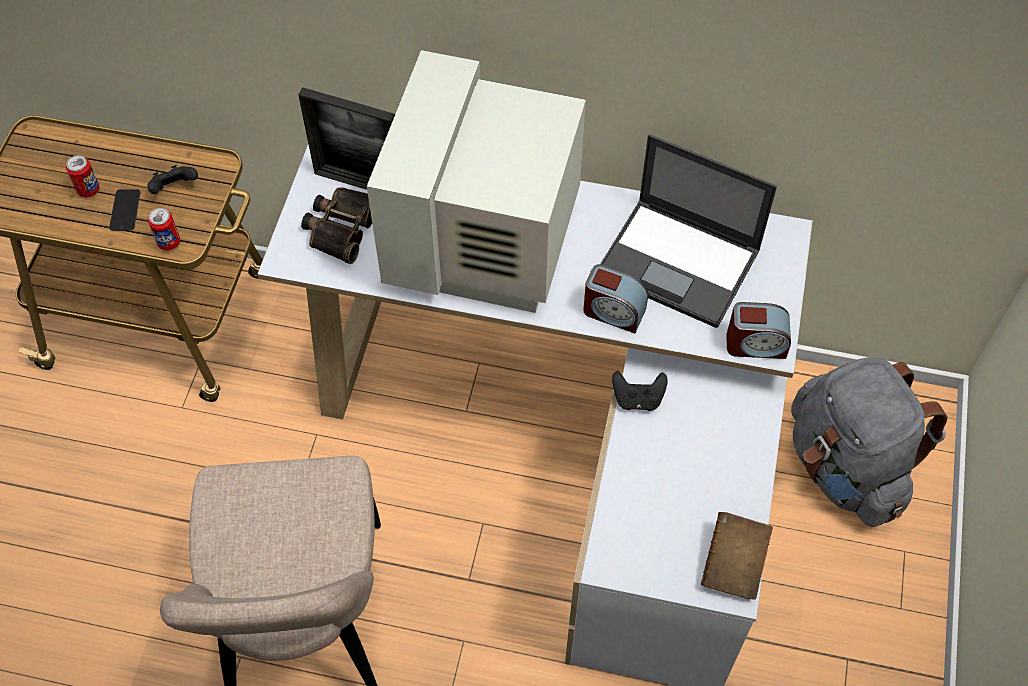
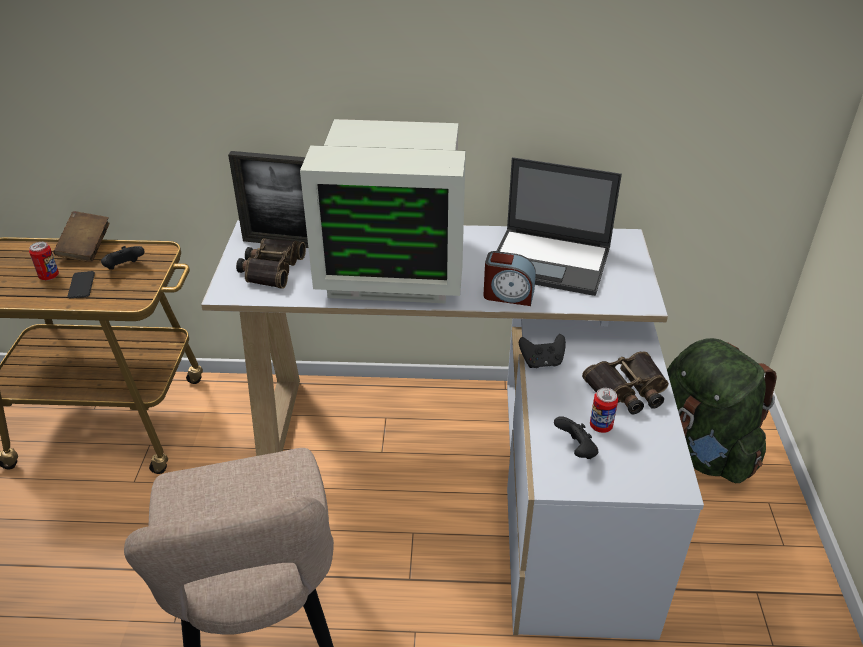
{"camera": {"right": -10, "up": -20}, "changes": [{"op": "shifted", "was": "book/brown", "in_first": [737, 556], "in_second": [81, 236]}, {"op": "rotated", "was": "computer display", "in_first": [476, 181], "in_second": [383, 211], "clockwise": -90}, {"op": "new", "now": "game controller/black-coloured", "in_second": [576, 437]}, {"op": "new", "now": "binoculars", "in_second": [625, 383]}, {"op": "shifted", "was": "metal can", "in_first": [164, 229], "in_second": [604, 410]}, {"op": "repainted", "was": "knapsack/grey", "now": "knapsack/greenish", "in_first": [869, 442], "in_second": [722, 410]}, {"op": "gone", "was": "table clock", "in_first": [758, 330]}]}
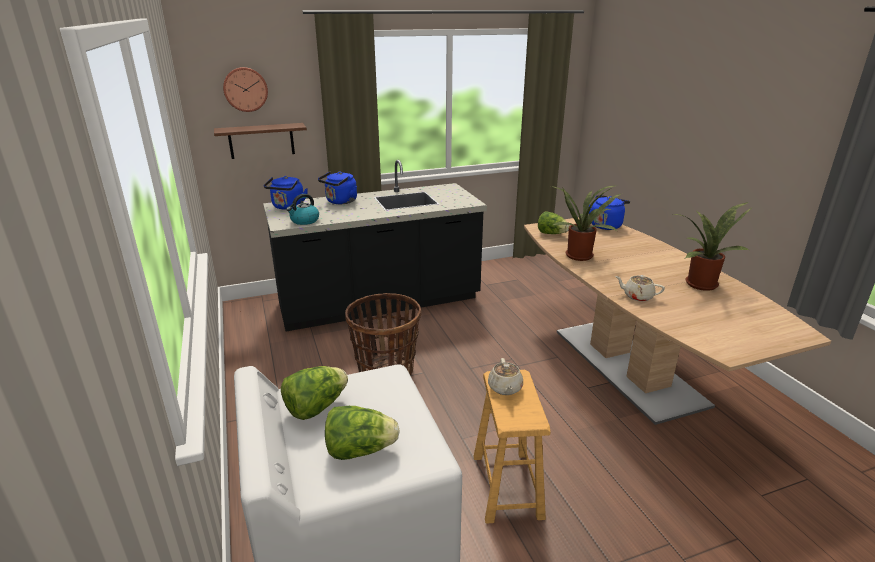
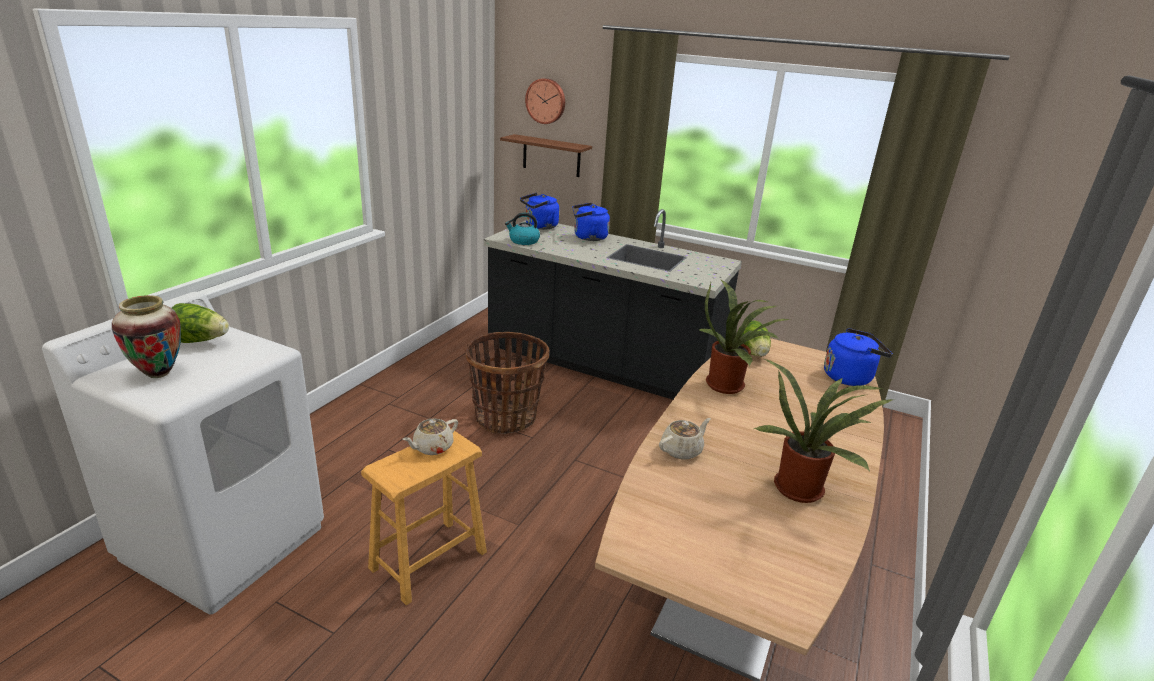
{"camera": {"right": 45, "up": 0}, "changes": [{"op": "swapped", "was": "lettuce", "now": "flower vase", "in_first": [362, 433], "in_second": [146, 336]}, {"op": "rotated", "was": "pot for tea/beige-coloured", "in_first": [640, 288], "in_second": [685, 438], "clockwise": 75}]}
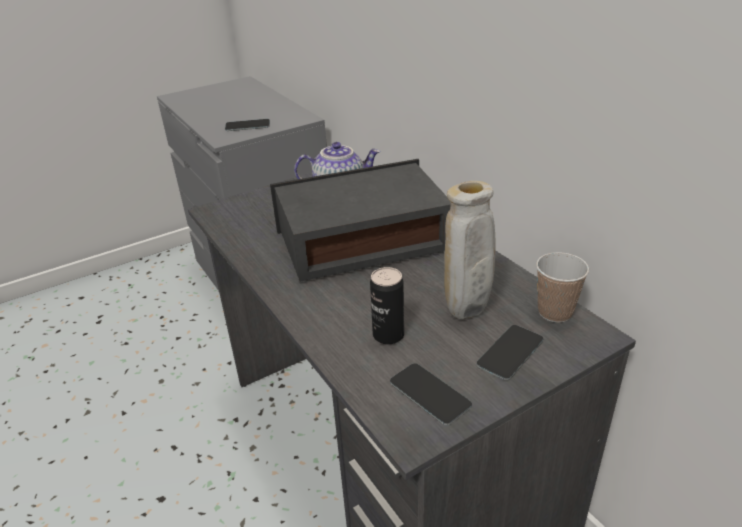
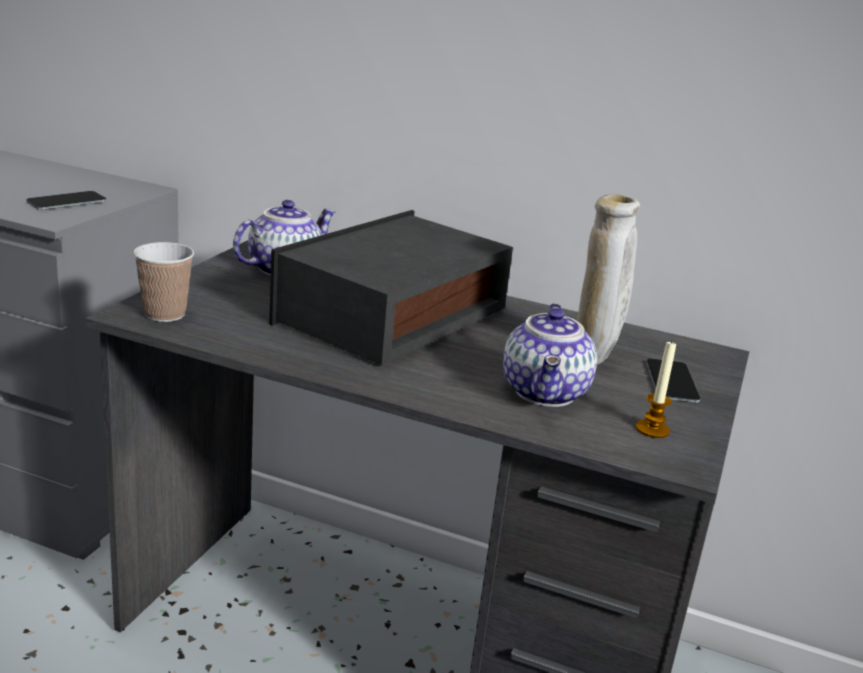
{"camera": {"right": -40, "up": -10}, "changes": [{"op": "shifted", "was": "drinking cup", "in_first": [562, 287], "in_second": [163, 282]}, {"op": "swapped", "was": "metal can", "now": "pot for tea", "in_first": [387, 306], "in_second": [550, 355]}, {"op": "swapped", "was": "phone", "now": "candle", "in_first": [431, 394], "in_second": [656, 389]}]}
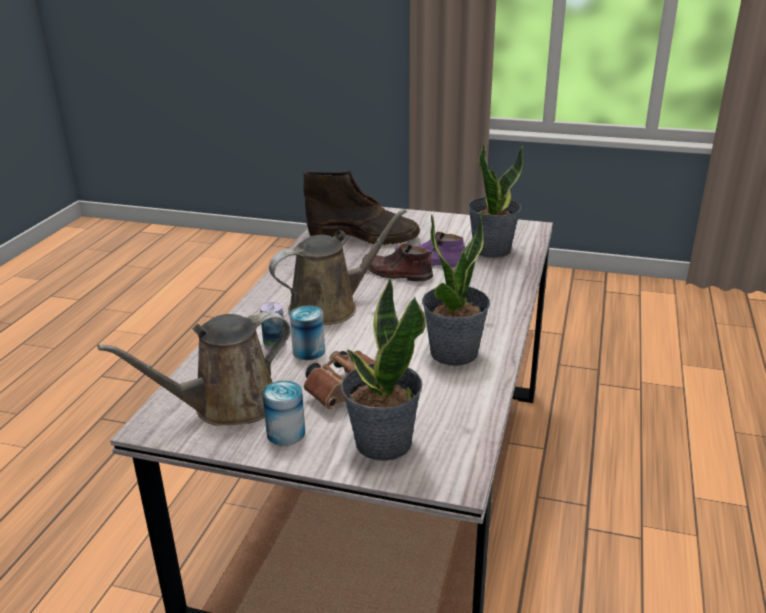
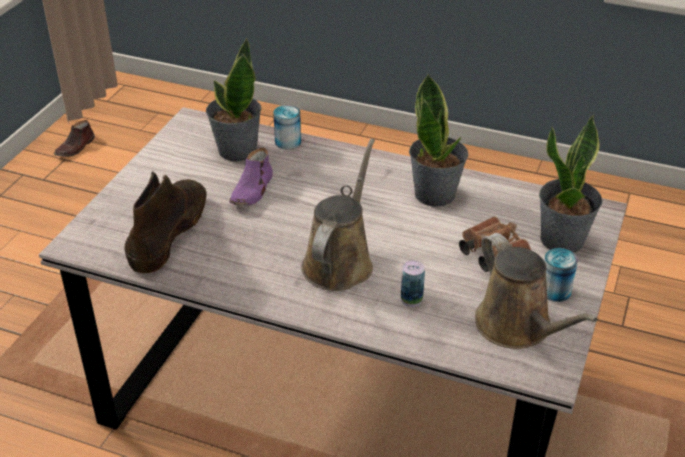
{"camera": {"right": -85, "up": 10}, "changes": [{"op": "shifted", "was": "item of footwear/brown", "in_first": [397, 262], "in_second": [74, 138]}, {"op": "shifted", "was": "metal can", "in_first": [307, 333], "in_second": [287, 127]}, {"op": "rotated", "was": "watering can/brown", "in_first": [338, 267], "in_second": [338, 215], "clockwise": 45}]}
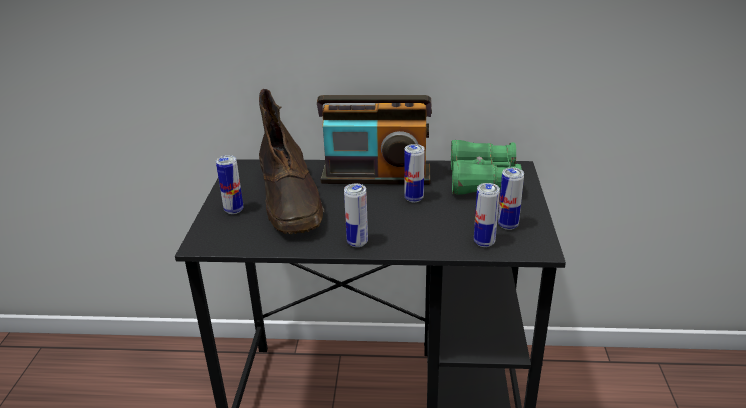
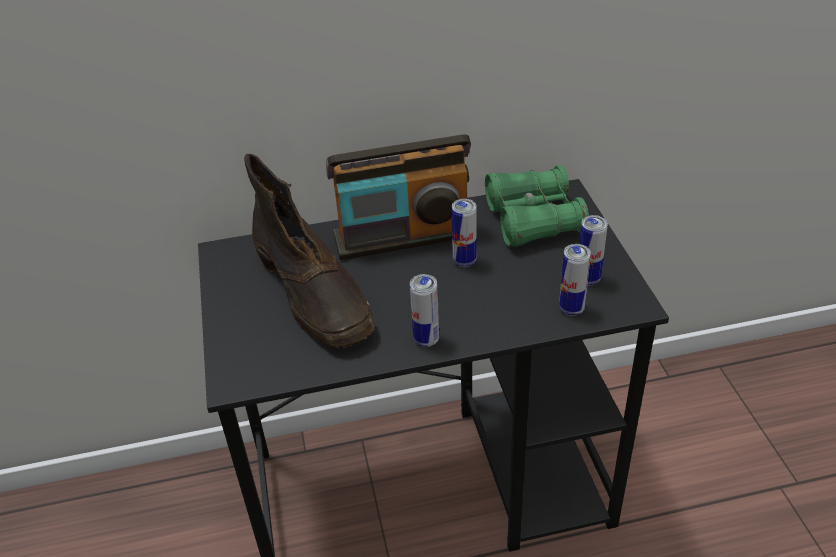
{"camera": {"right": -15, "up": 10}, "changes": [{"op": "gone", "was": "metal can", "in_first": [229, 184]}]}
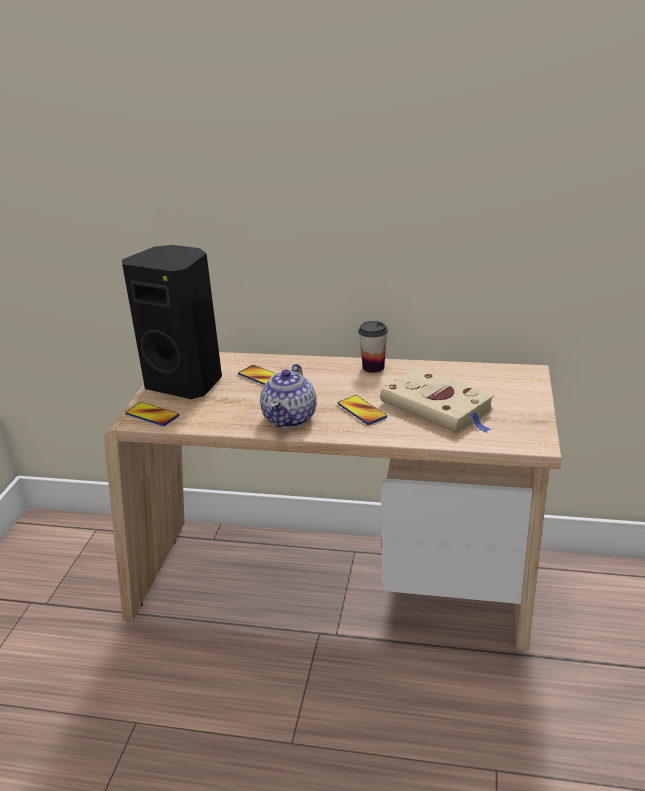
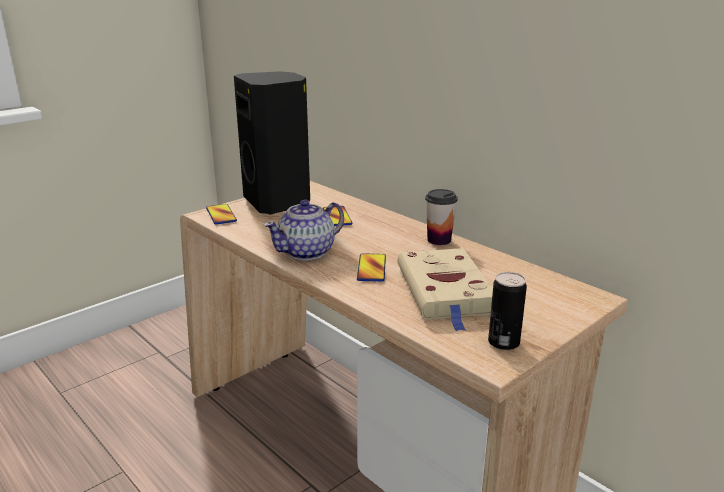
{"camera": {"right": 35, "up": -5}, "changes": [{"op": "new", "now": "metal can", "in_second": [507, 311]}]}
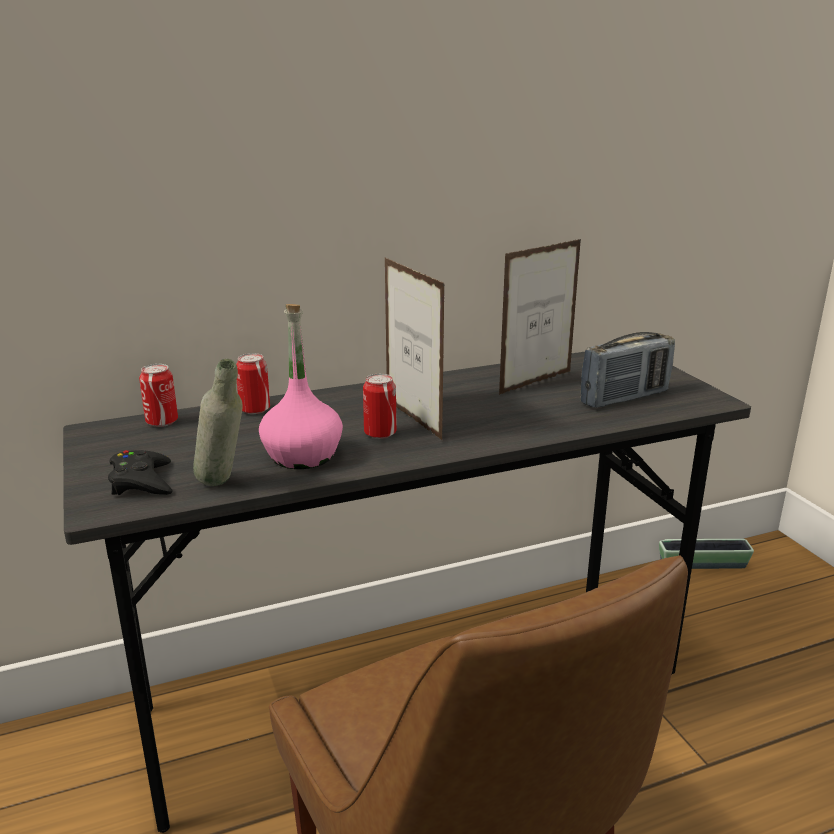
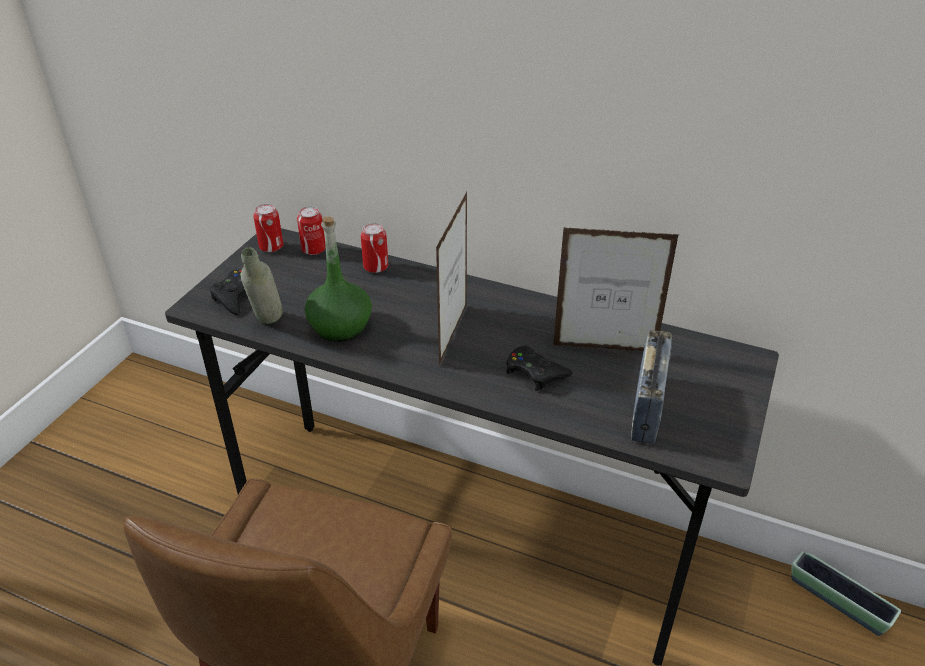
{"camera": {"right": 45, "up": 15}, "changes": [{"op": "shifted", "was": "metal can", "in_first": [380, 406], "in_second": [268, 228]}, {"op": "repainted", "was": "bottle/pinkish", "now": "bottle/greenish", "in_first": [301, 386], "in_second": [338, 279]}, {"op": "new", "now": "game controller/black-coloured", "in_second": [539, 368]}, {"op": "rotated", "was": "radio receiver", "in_first": [628, 370], "in_second": [651, 387], "clockwise": -90}]}
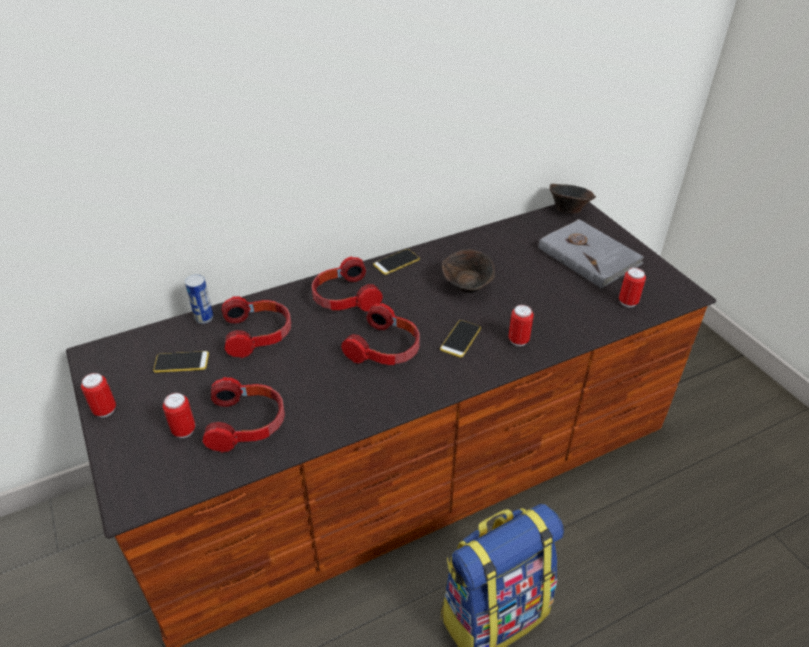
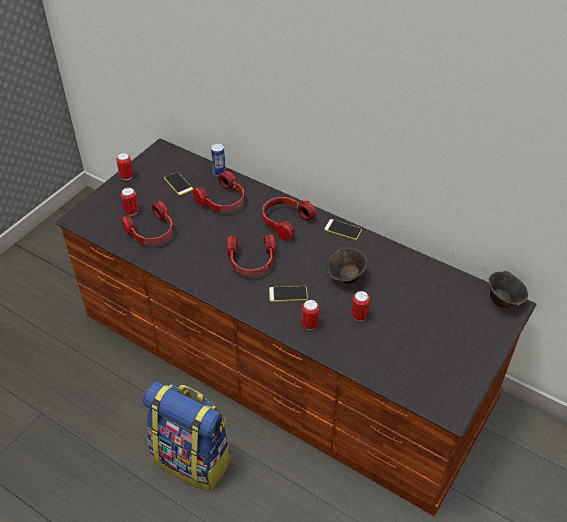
{"camera": {"right": 60, "up": 5}, "changes": [{"op": "shifted", "was": "metal can", "in_first": [632, 287], "in_second": [360, 306]}, {"op": "gone", "was": "book/grey", "in_first": [591, 253]}]}
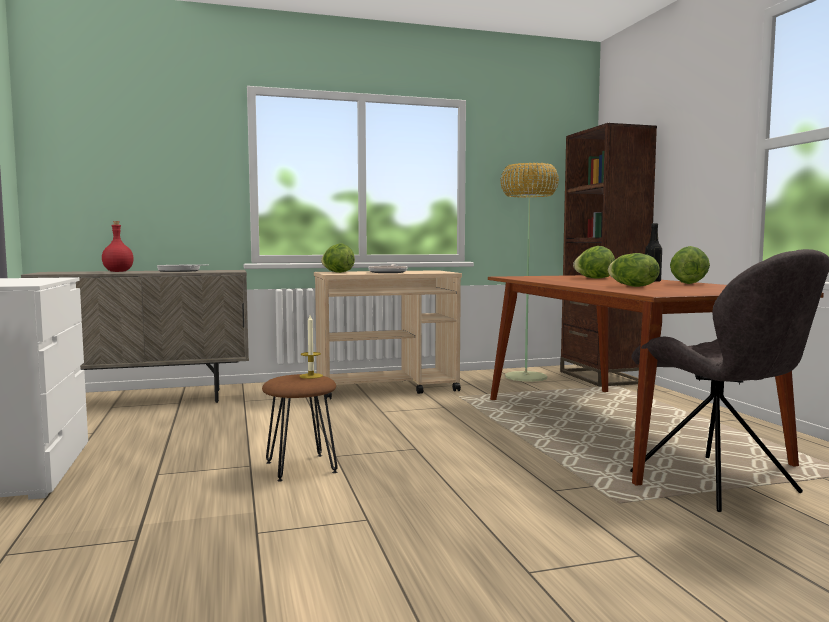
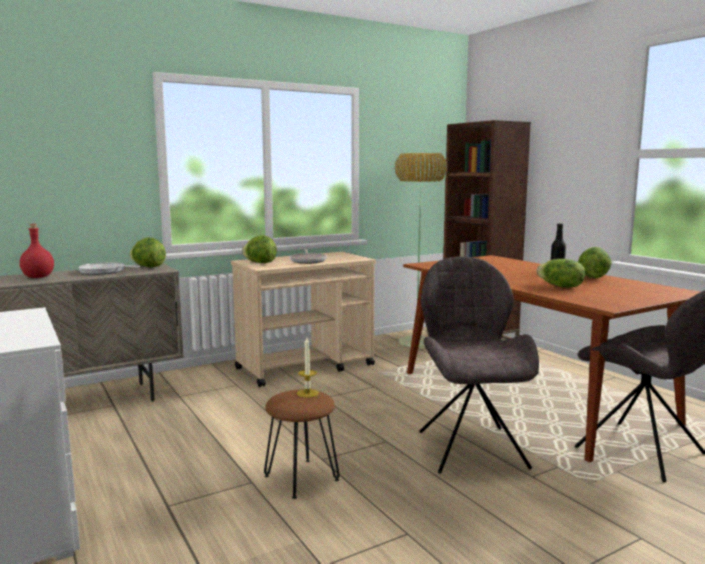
{"camera": {"right": -15, "up": 5}, "changes": [{"op": "shifted", "was": "lettuce", "in_first": [594, 262], "in_second": [147, 252]}, {"op": "new", "now": "upright chair/grey", "in_second": [479, 365]}]}
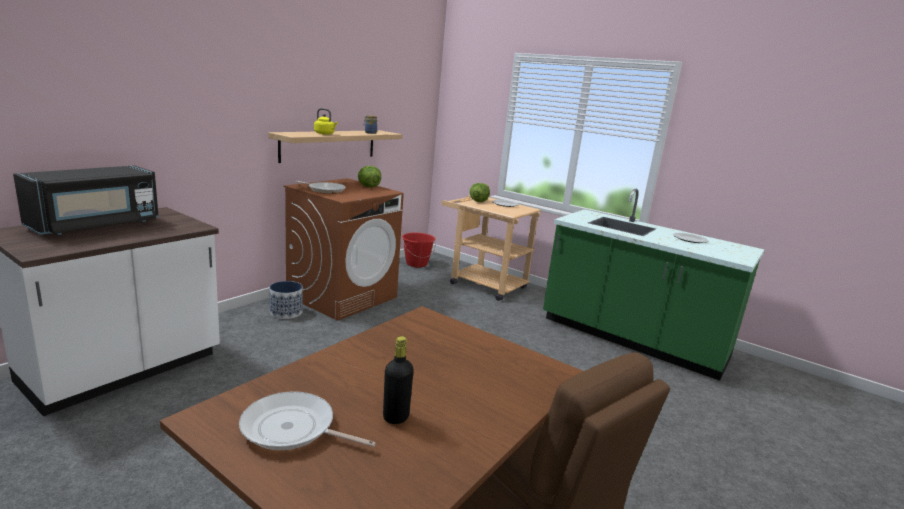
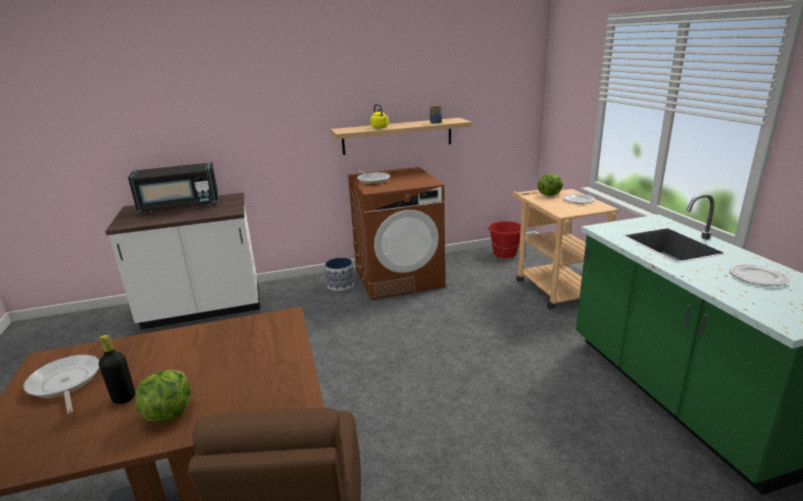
{"camera": {"right": 40, "up": 5}, "changes": [{"op": "shifted", "was": "lettuce", "in_first": [369, 177], "in_second": [162, 396]}]}
